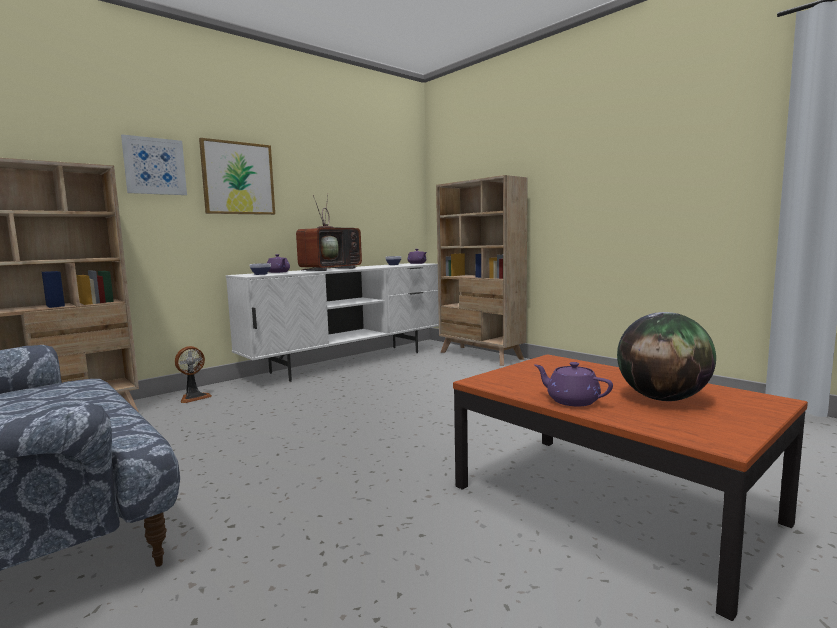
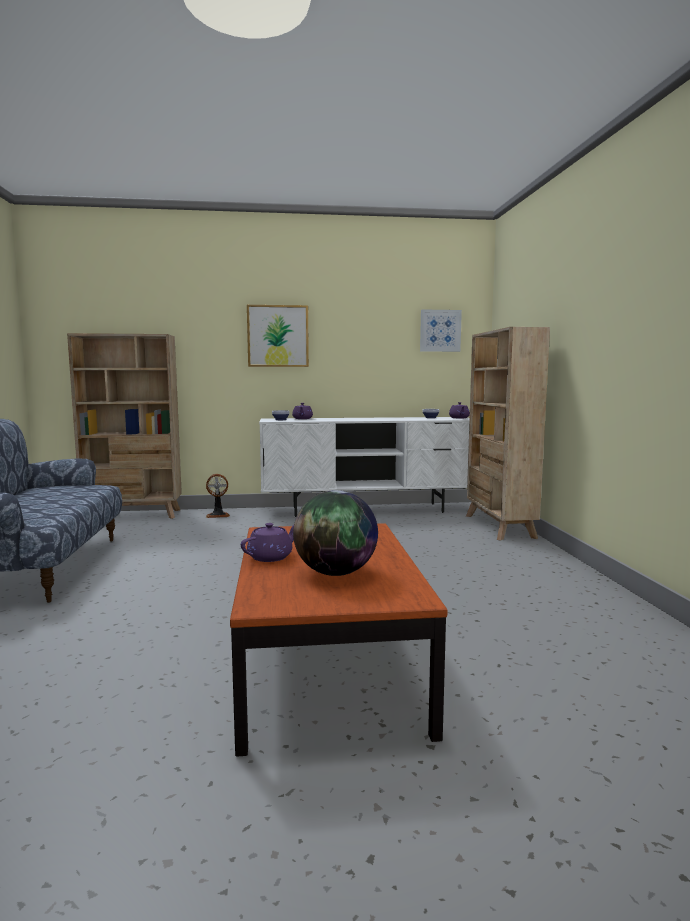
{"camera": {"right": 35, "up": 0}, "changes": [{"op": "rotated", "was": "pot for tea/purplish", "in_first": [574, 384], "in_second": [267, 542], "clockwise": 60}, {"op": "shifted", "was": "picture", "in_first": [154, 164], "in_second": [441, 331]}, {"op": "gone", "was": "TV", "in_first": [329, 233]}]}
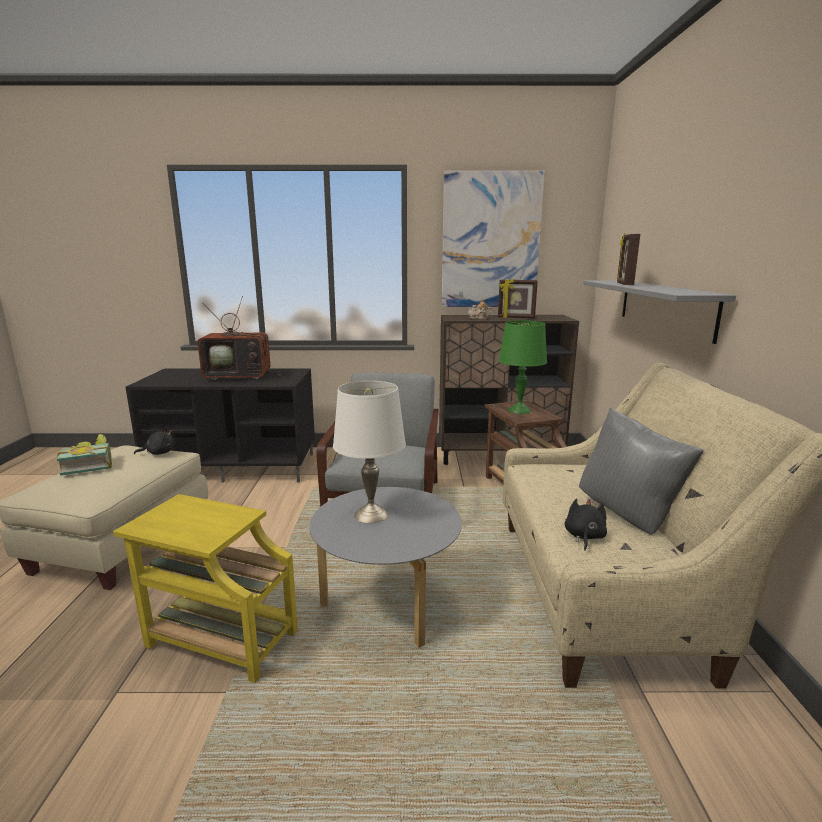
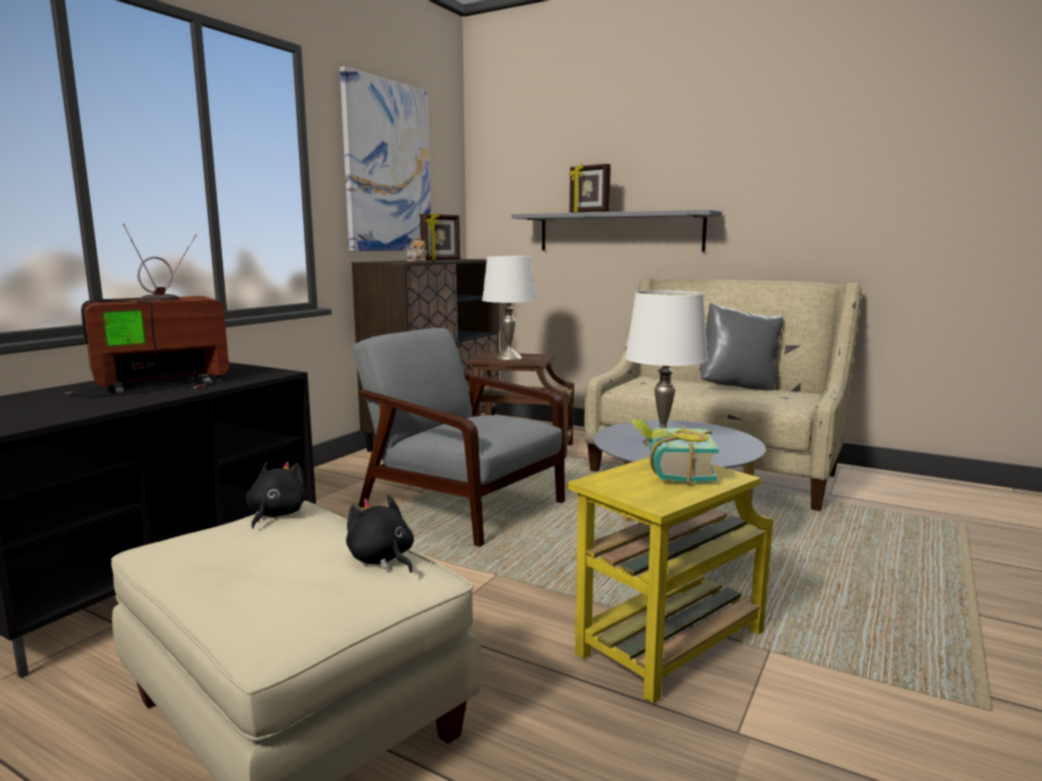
{"camera": {"right": -60, "up": -5}, "changes": [{"op": "rotated", "was": "TV", "in_first": [239, 338], "in_second": [147, 310], "clockwise": -150}, {"op": "shifted", "was": "soft toy/black-coloured", "in_first": [586, 525], "in_second": [380, 534]}, {"op": "repainted", "was": "lamp for a table/greenish", "now": "lamp for a table/white-coloured", "in_first": [523, 367], "in_second": [509, 308]}, {"op": "shifted", "was": "book", "in_first": [84, 455], "in_second": [675, 451]}]}
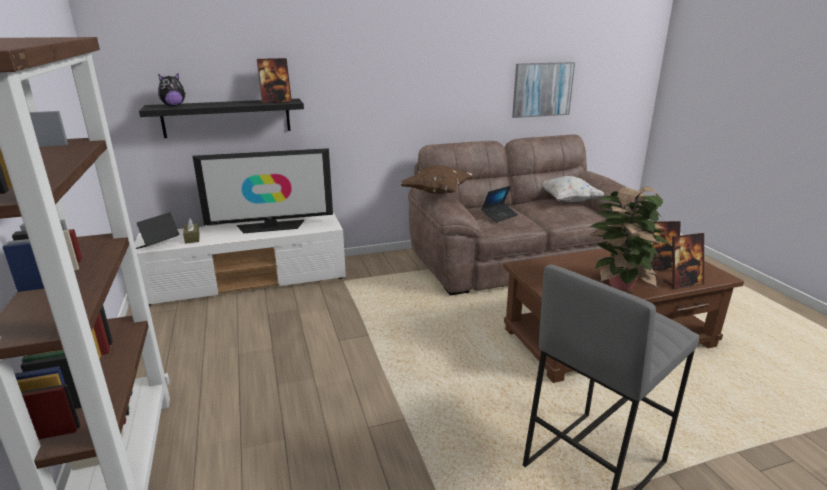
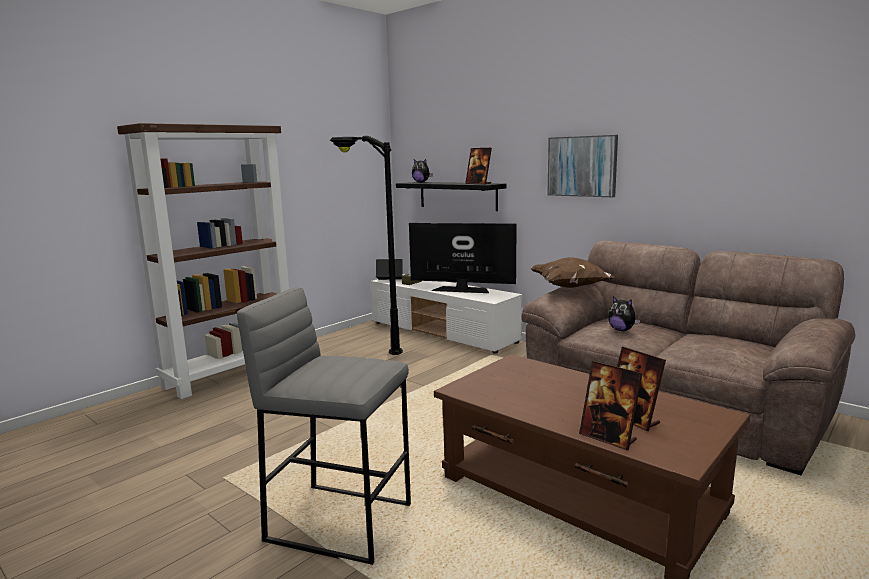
{"camera": {"right": 60, "up": -10}, "changes": [{"op": "new", "now": "floor lamp/black-coloured", "in_second": [366, 245]}, {"op": "rotated", "was": "TV", "in_first": [262, 190], "in_second": [463, 258], "clockwise": 150}, {"op": "shifted", "was": "picture", "in_first": [543, 90], "in_second": [582, 166]}, {"op": "swapped", "was": "notebook computer", "now": "soft toy", "in_first": [500, 204], "in_second": [624, 313]}, {"op": "gone", "was": "pillow/white-coloured", "in_first": [573, 189]}, {"op": "gone", "was": "houseplant", "in_first": [630, 238]}]}
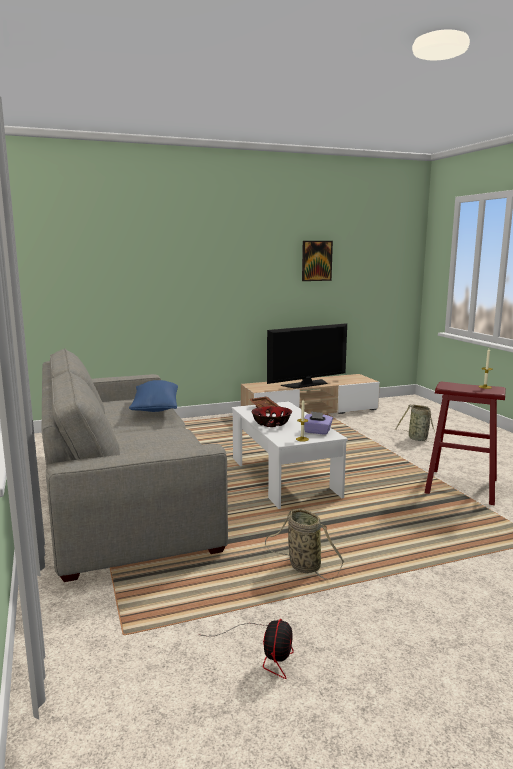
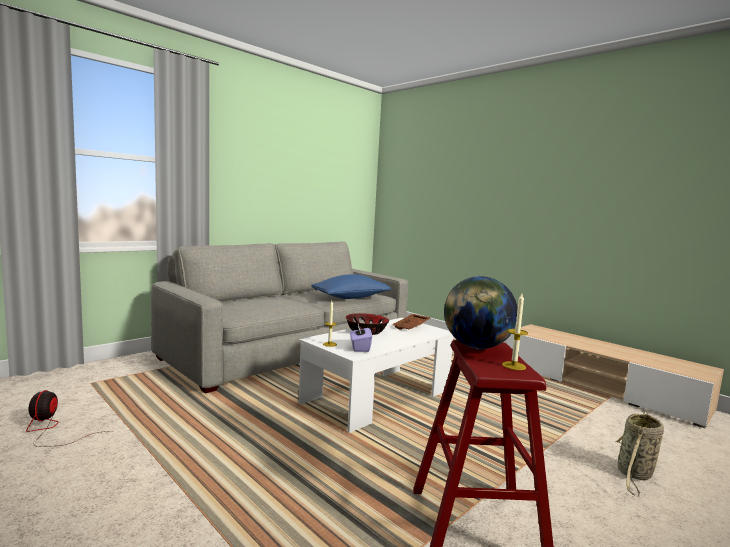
{"camera": {"right": 65, "up": -5}, "changes": [{"op": "rotated", "was": "electric fan", "in_first": [246, 649], "in_second": [66, 418], "clockwise": 90}, {"op": "new", "now": "desk globe", "in_second": [481, 312]}, {"op": "gone", "was": "basket", "in_first": [304, 544]}, {"op": "gone", "was": "TV", "in_first": [307, 356]}, {"op": "gone", "was": "picture", "in_first": [317, 261]}]}
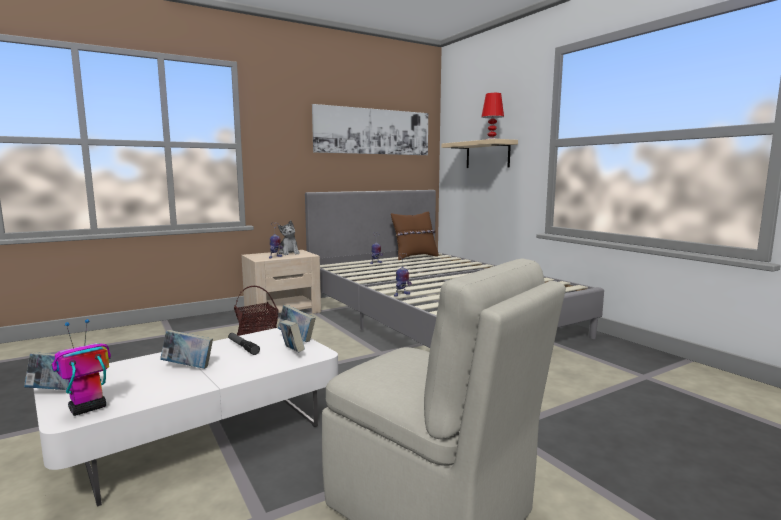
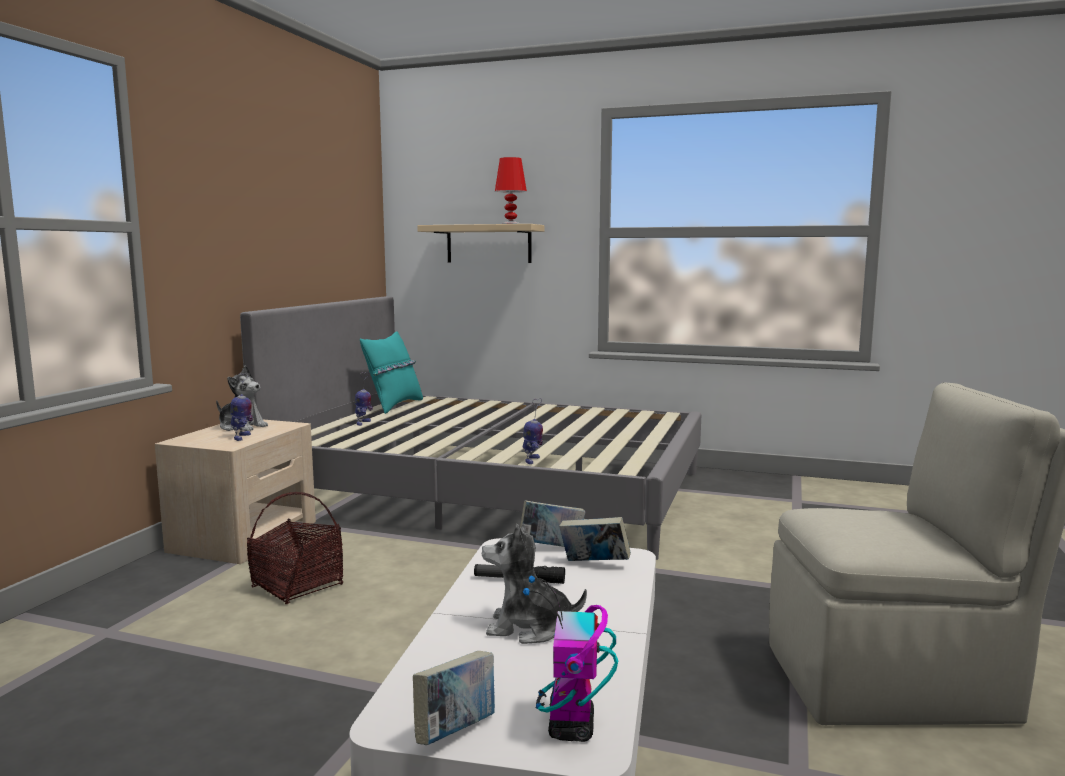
{"camera": {"right": -40, "up": 0}, "changes": [{"op": "repainted", "was": "pillow/brown", "now": "pillow/blue-green", "in_first": [414, 236], "in_second": [391, 372]}, {"op": "swapped", "was": "book", "now": "soft toy", "in_first": [186, 349], "in_second": [534, 584]}, {"op": "gone", "was": "picture", "in_first": [370, 129]}]}
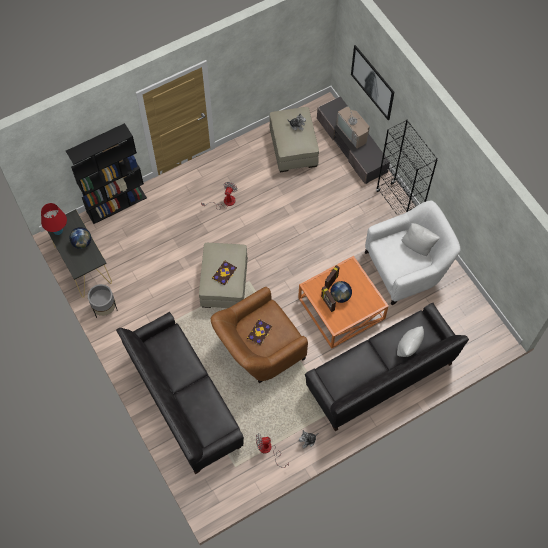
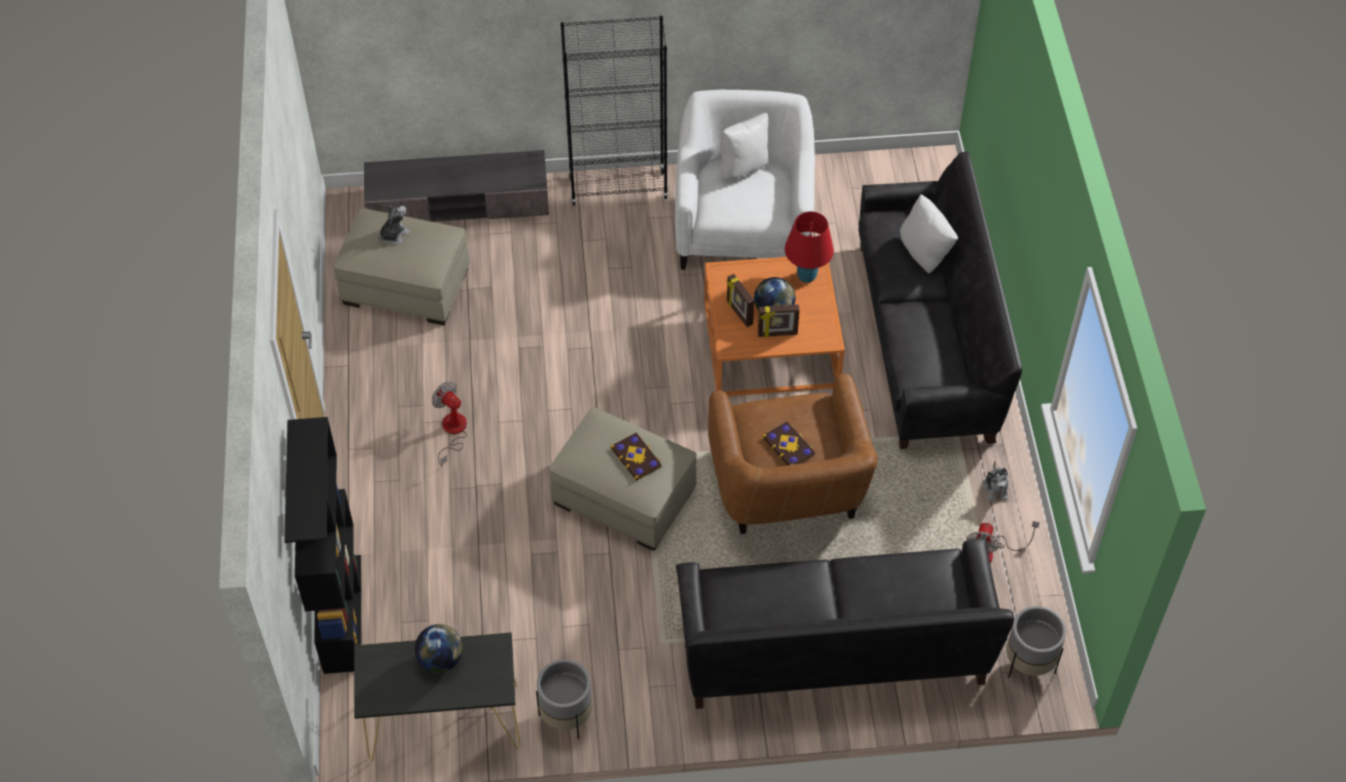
{"camera": {"right": -65, "up": -10}, "changes": [{"op": "shifted", "was": "lamp for a table/reddish", "in_first": [54, 219], "in_second": [809, 247]}, {"op": "new", "now": "flower pot/grey", "in_second": [1036, 642]}, {"op": "gone", "was": "TV", "in_first": [353, 127]}, {"op": "gone", "was": "picture", "in_first": [372, 82]}]}
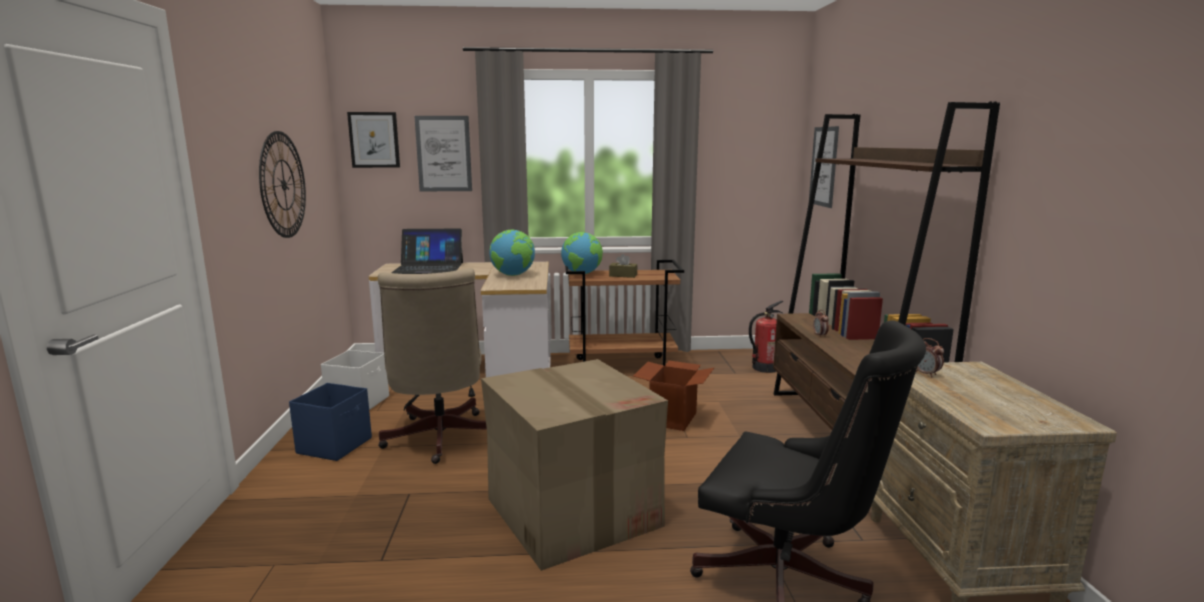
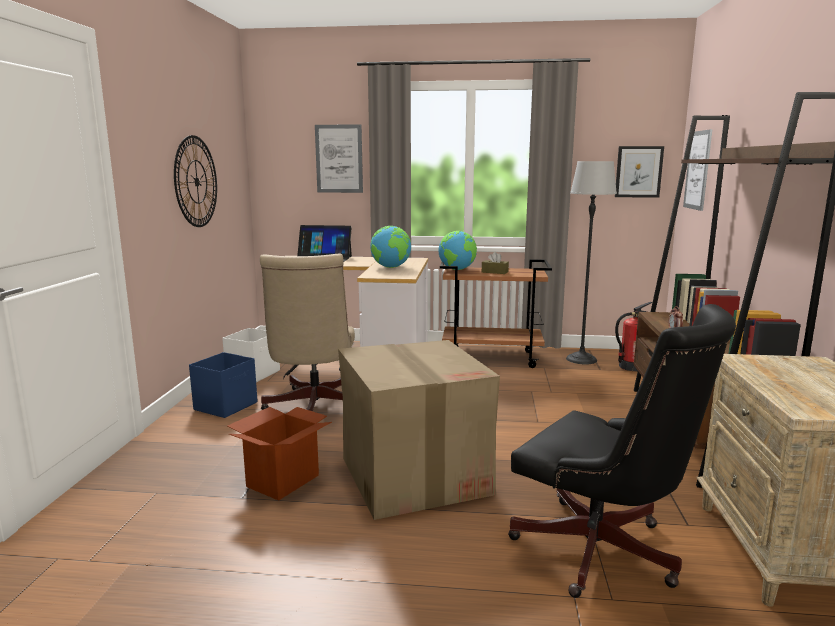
{"camera": {"right": 10, "up": 0}, "changes": [{"op": "shifted", "was": "cardboard box", "in_first": [673, 396], "in_second": [279, 454]}, {"op": "new", "now": "floor lamp", "in_second": [591, 263]}, {"op": "shifted", "was": "picture", "in_first": [373, 140], "in_second": [639, 172]}, {"op": "gone", "was": "table clock", "in_first": [930, 357]}]}
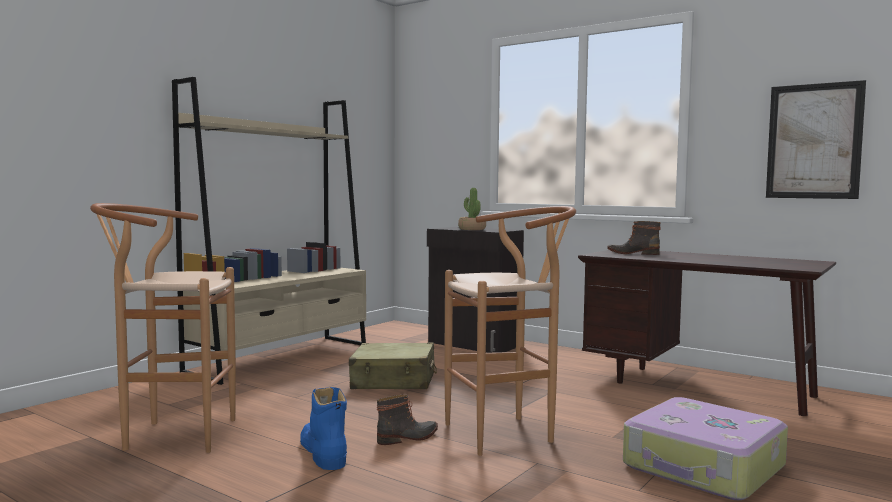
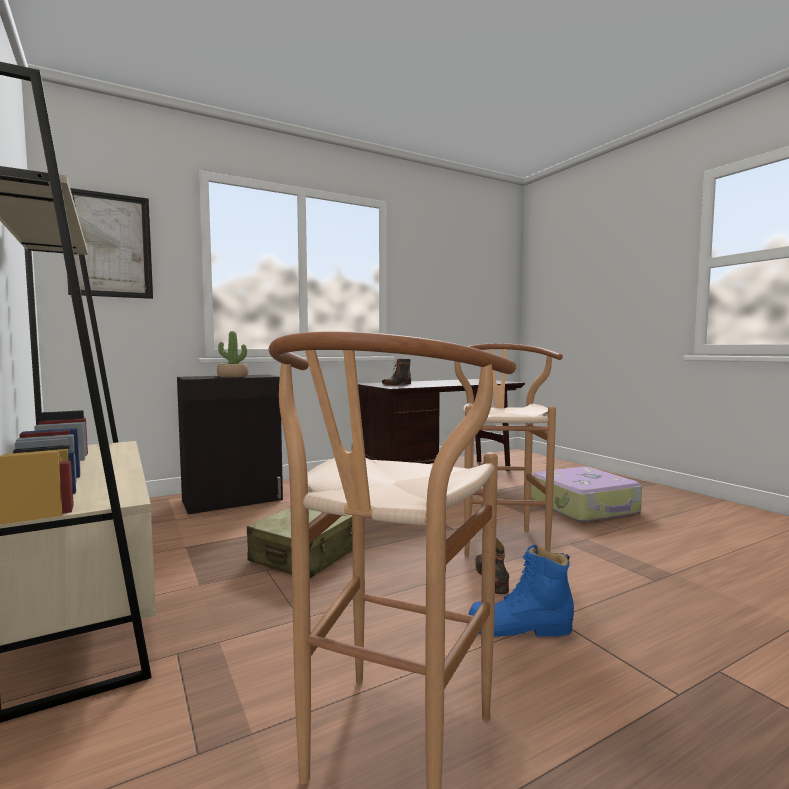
{"camera": {"right": -65, "up": 0}, "changes": [{"op": "shifted", "was": "picture", "in_first": [816, 139], "in_second": [110, 243]}]}
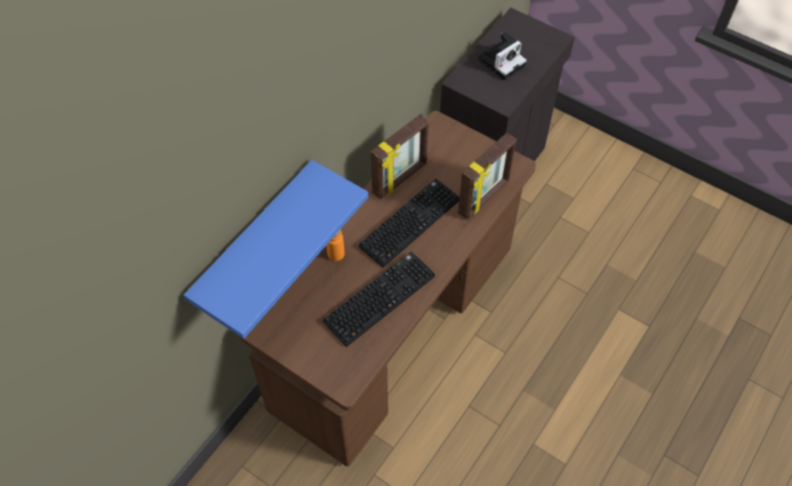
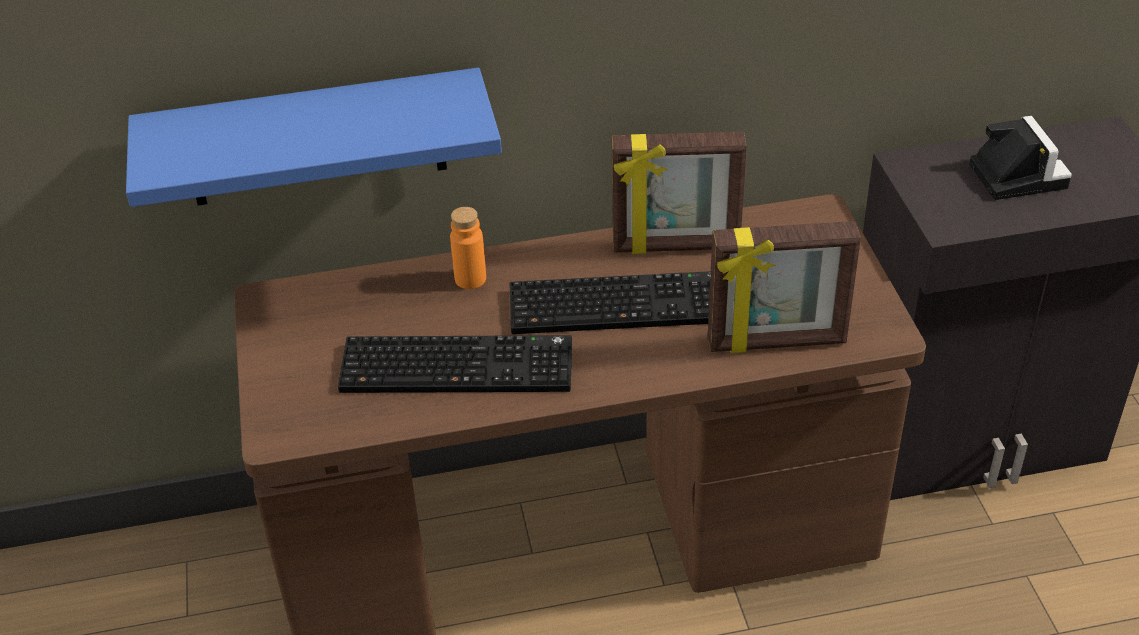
{"camera": {"right": 45, "up": -15}, "changes": [{"op": "rotated", "was": "photo camera", "in_first": [502, 56], "in_second": [1020, 158], "clockwise": -105}]}
